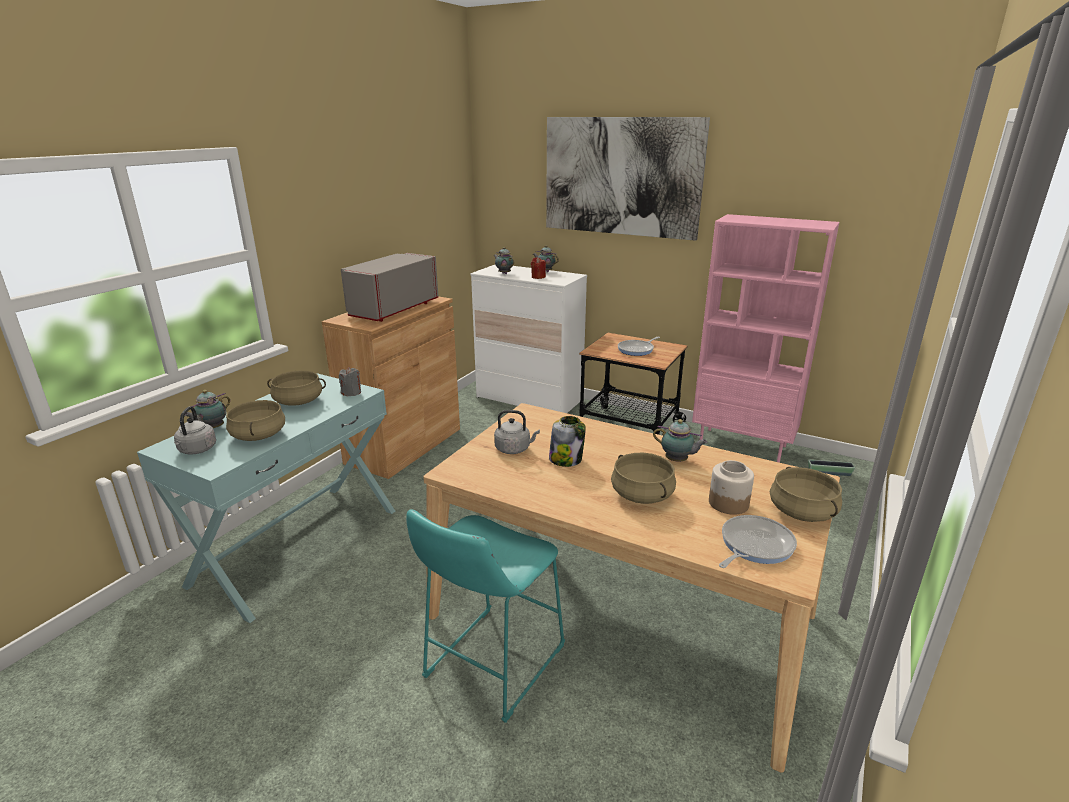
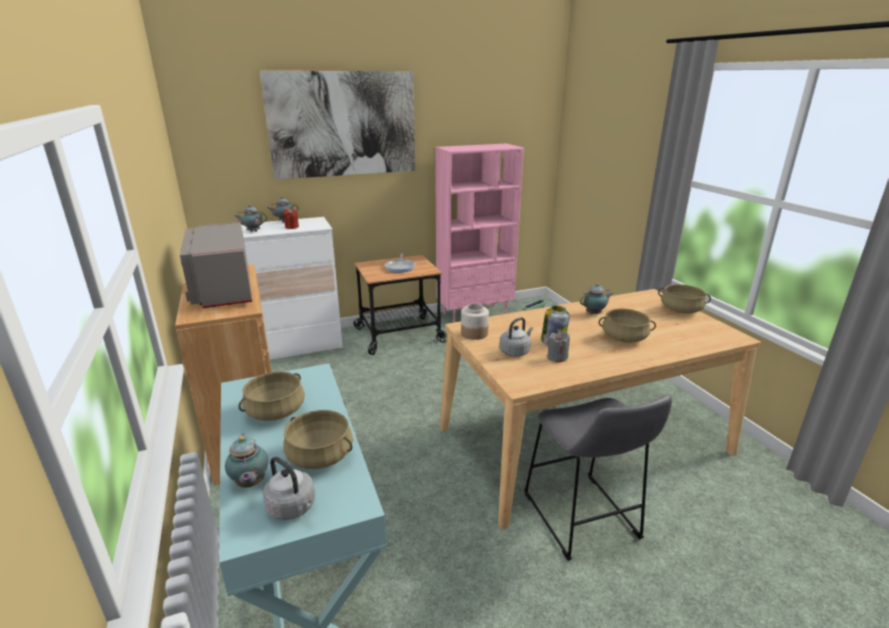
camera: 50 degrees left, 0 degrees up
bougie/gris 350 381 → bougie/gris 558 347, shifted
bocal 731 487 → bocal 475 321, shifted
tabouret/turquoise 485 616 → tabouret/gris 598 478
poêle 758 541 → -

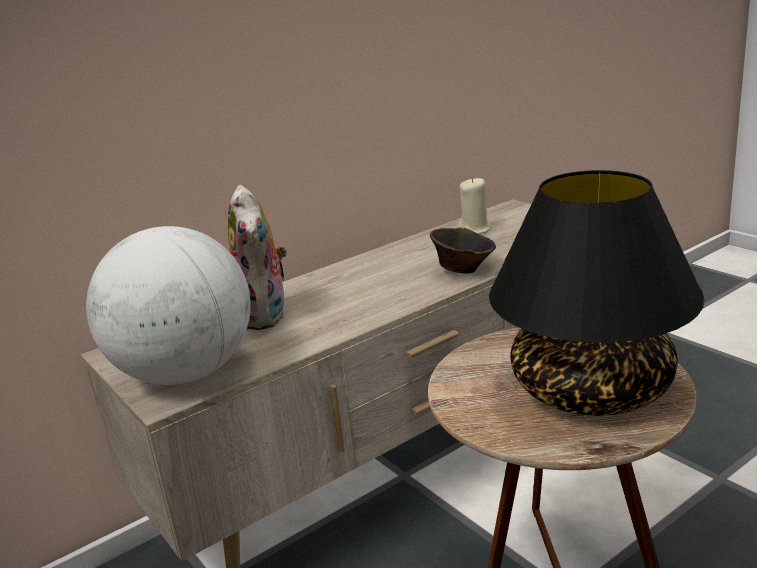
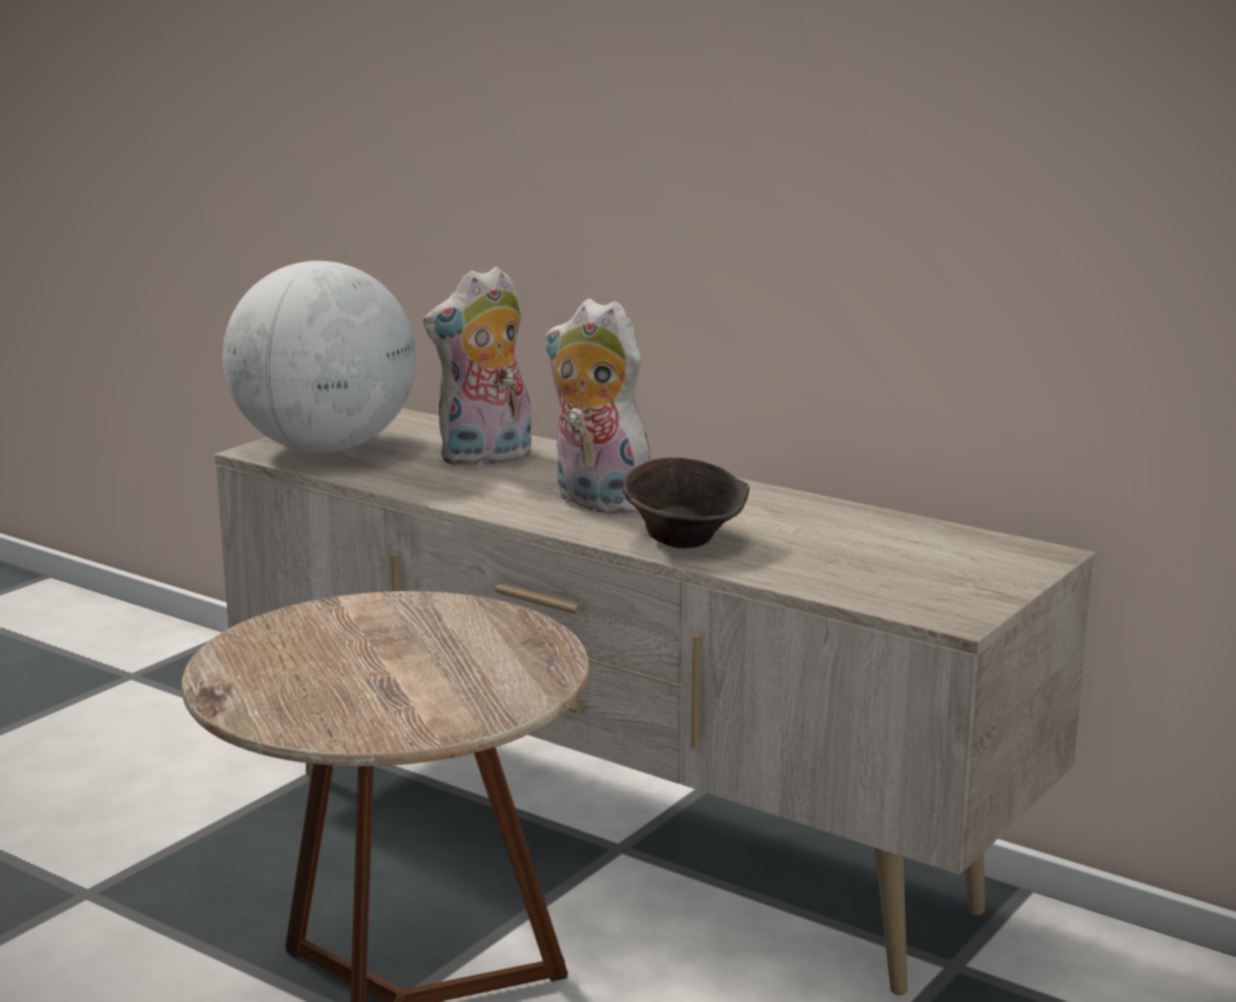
camera: 70 degrees right, 5 degrees down
lampe de table/noir 597 293 → -
bougie/beige 475 205 → -
- → peluche 597 406

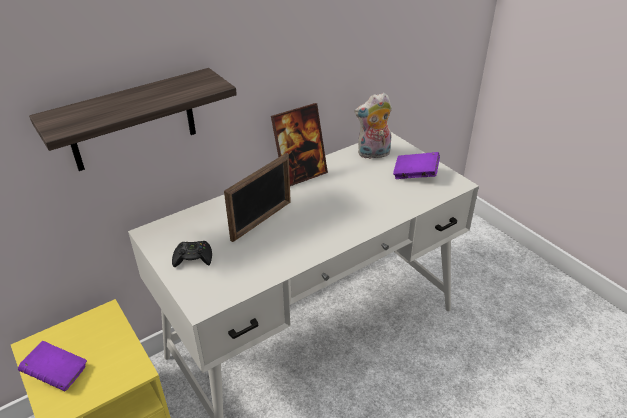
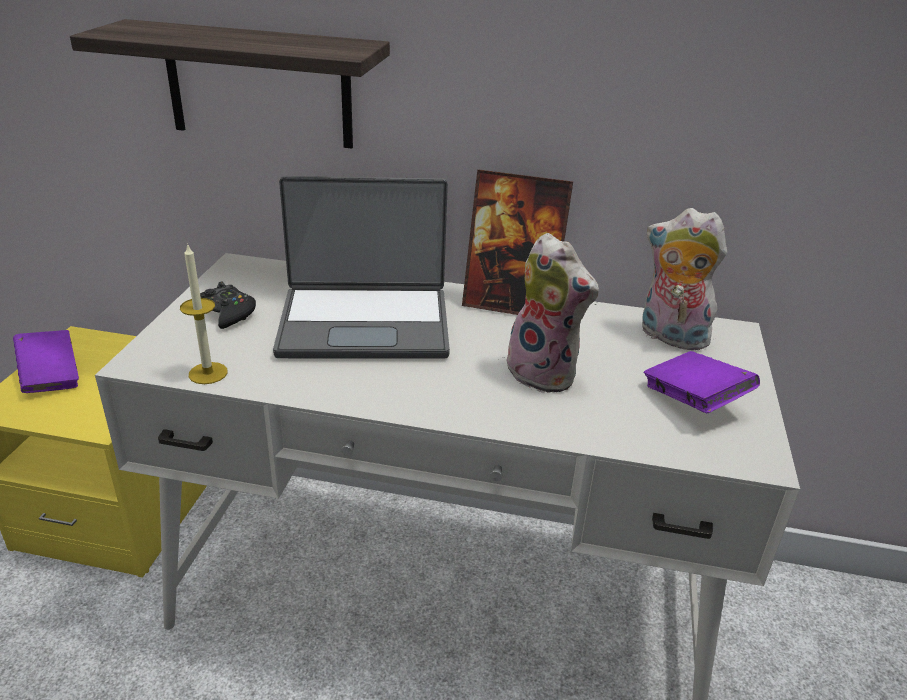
camera: 45 degrees right, 5 degrees down
cadre photo 257 197 → ordinateur portable 361 267
- → peluche 551 313
- → bougie 204 313

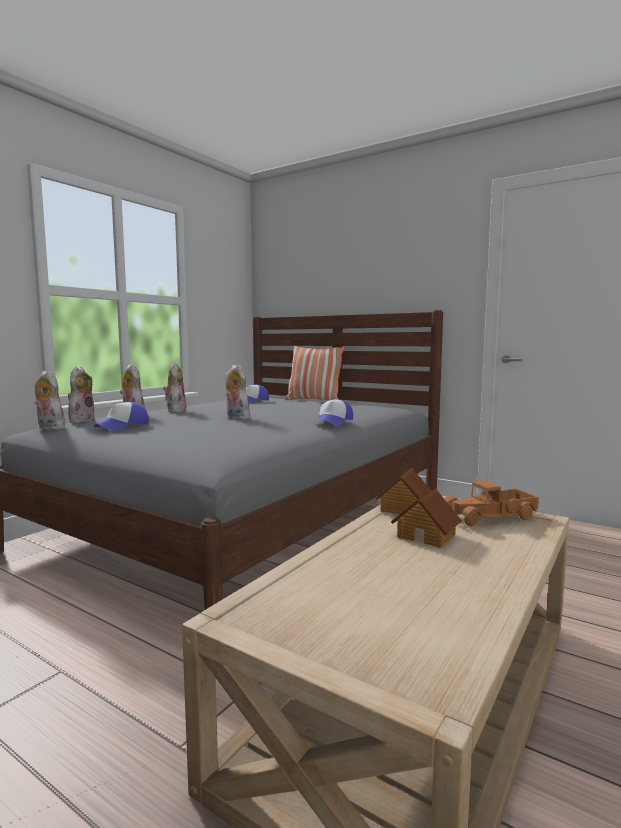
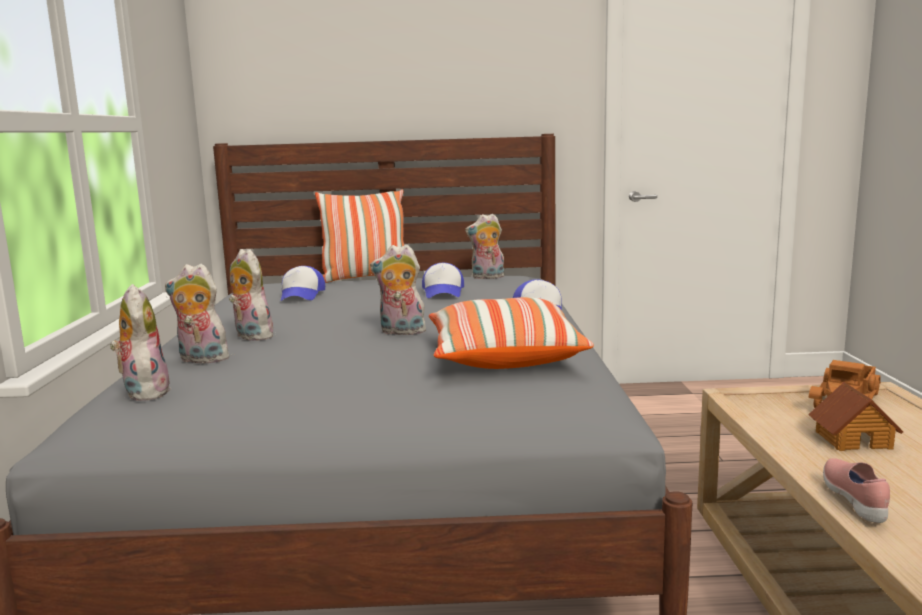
camera: 35 degrees left, 5 degrees up
peluche 50 400 → peluche 485 246, shifted
casquette 121 416 → casquette 443 280, shifted
maison miniature 404 491 → -
- → coussin 511 333
- → chaussure/rose 856 490

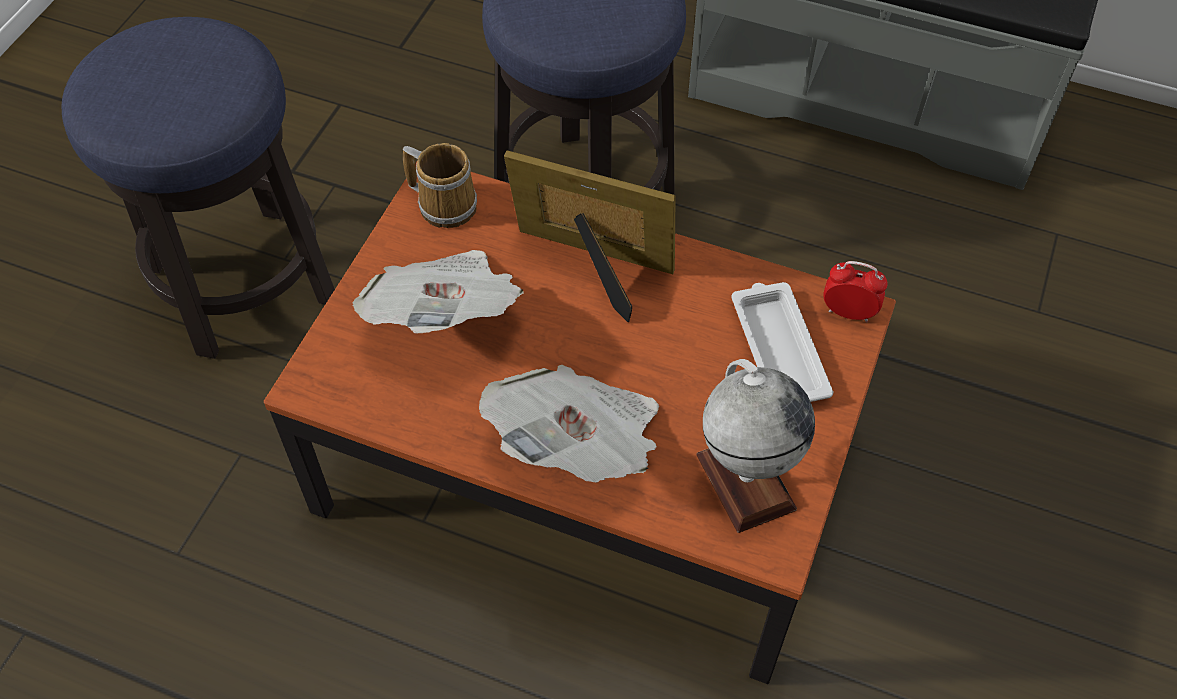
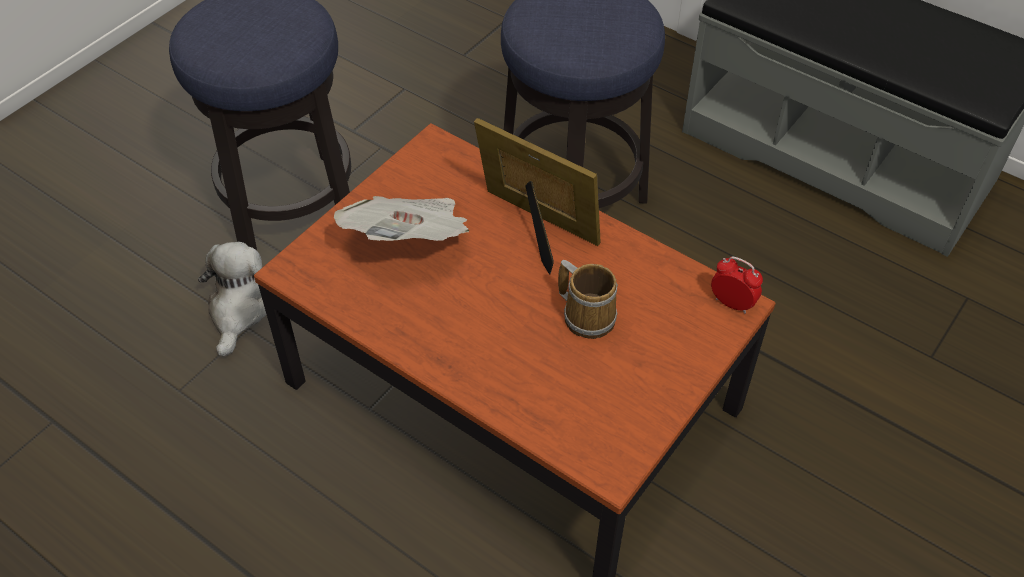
camera: 15 degrees right, 5 degrees down
mug 440 185 → mug 588 299, shifted
plateau/blanc 782 342 → -
globe 755 446 → -
journal 569 423 → -
- → peluche 232 299

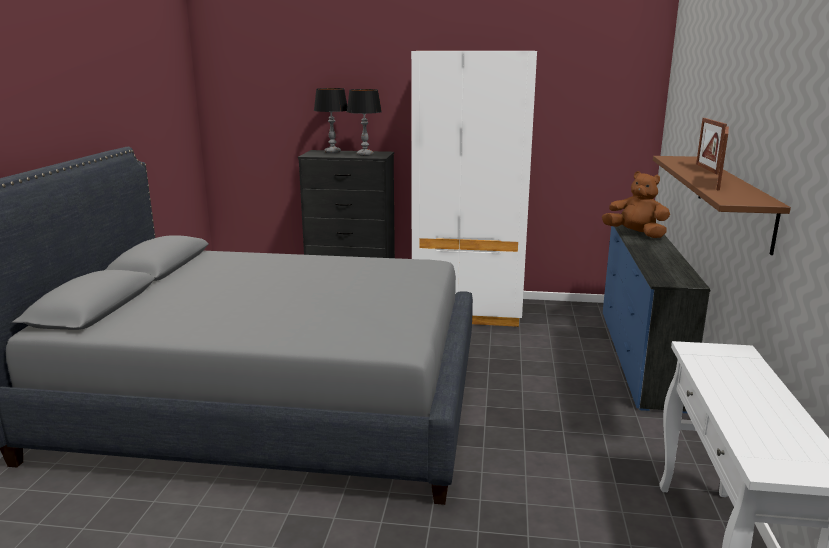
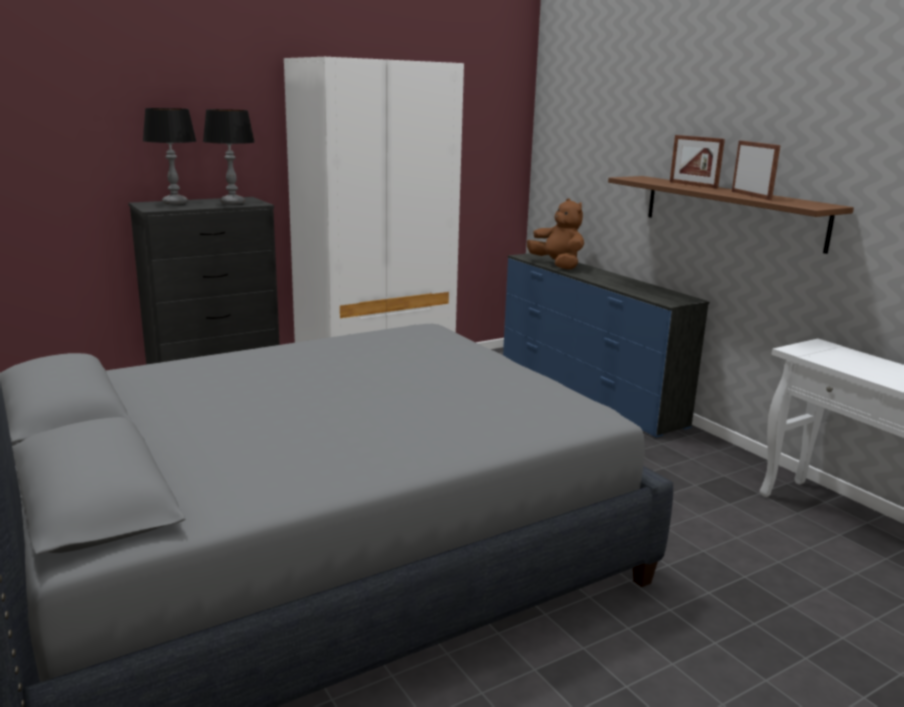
camera: 40 degrees left, 0 degrees up
peluche/marron 636 204 → peluche/marron 555 234, 60 degrees clockwise

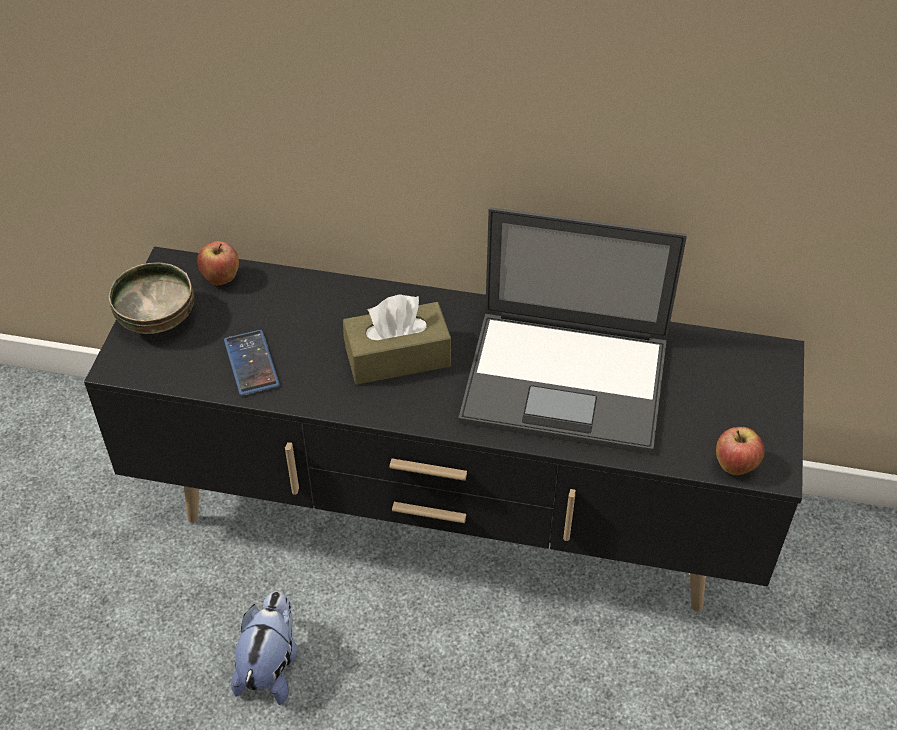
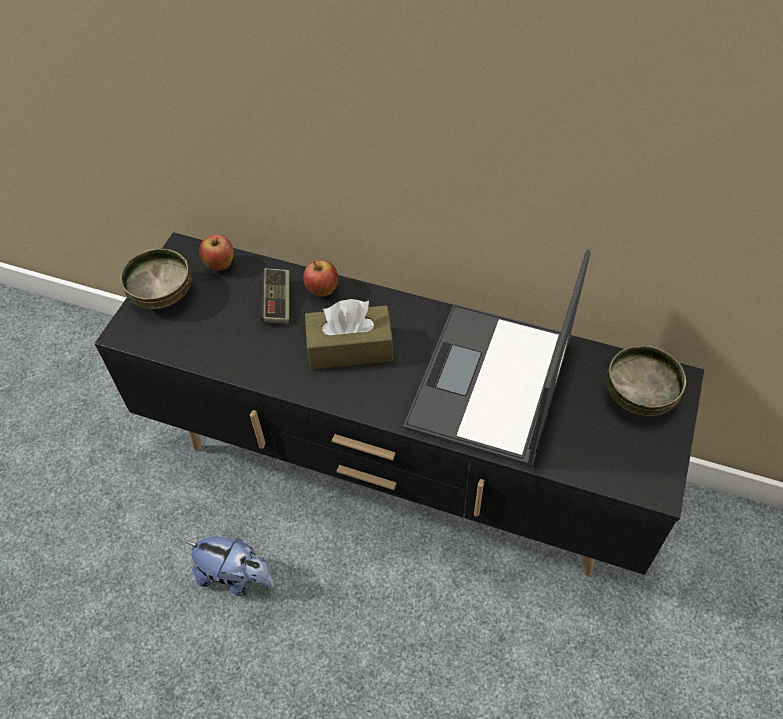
camera: 10 degrees right, 5 degrees up
ordinateur portable 572 330 → ordinateur portable 496 358, 90 degrees clockwise
téléphone 252 363 → -
pomme 740 451 → pomme 320 278, shifted
peluche 264 648 → peluche 230 566, 90 degrees clockwise
- → manette 275 296
- → bol 646 380

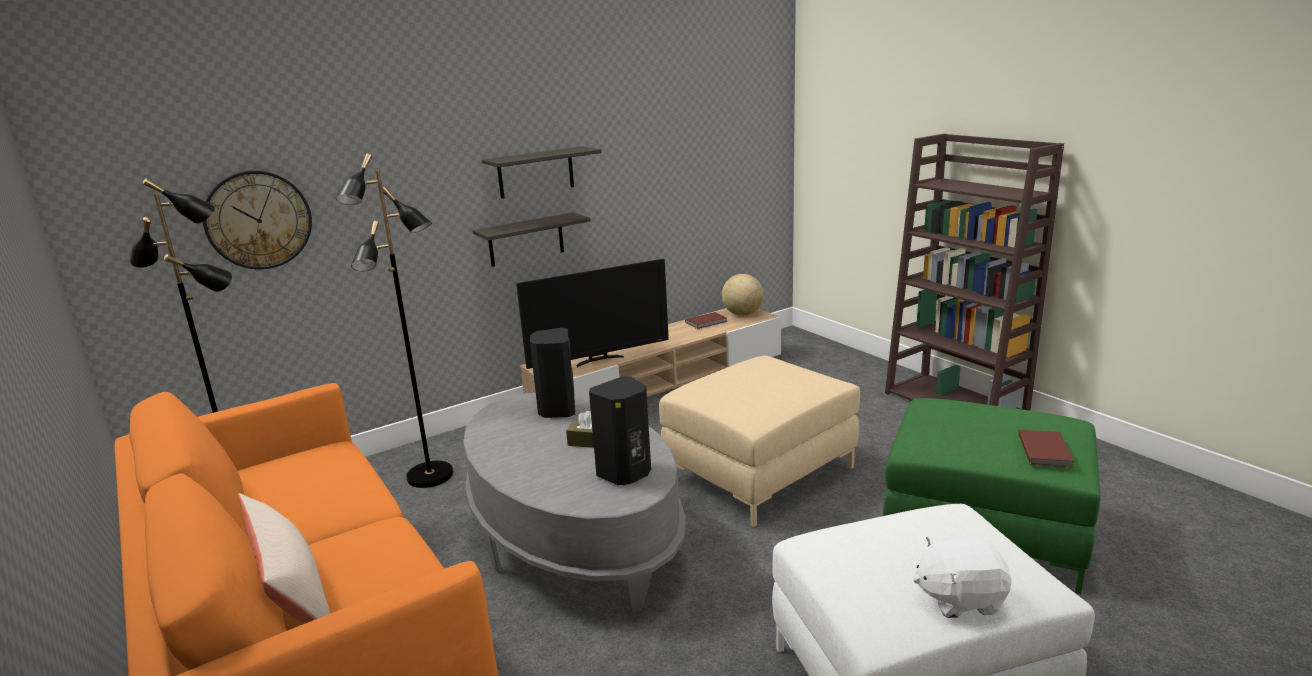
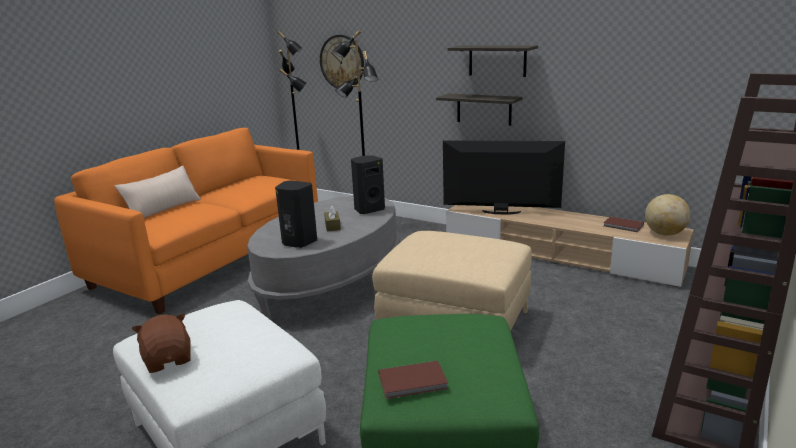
camera: 65 degrees right, 0 degrees up
téléviseur 592 314 → téléviseur 504 177, 150 degrees clockwise
peluche/blanc 962 577 → peluche/marron 161 343

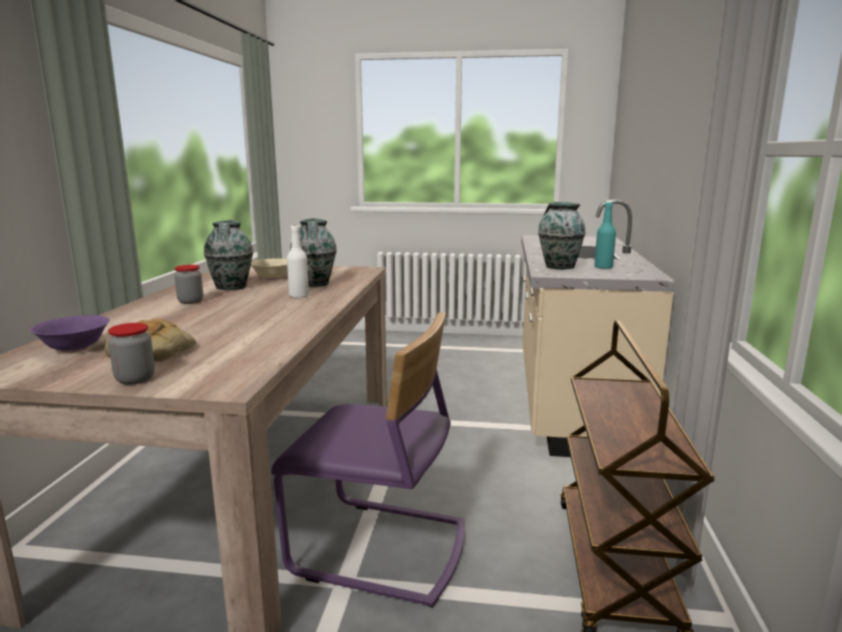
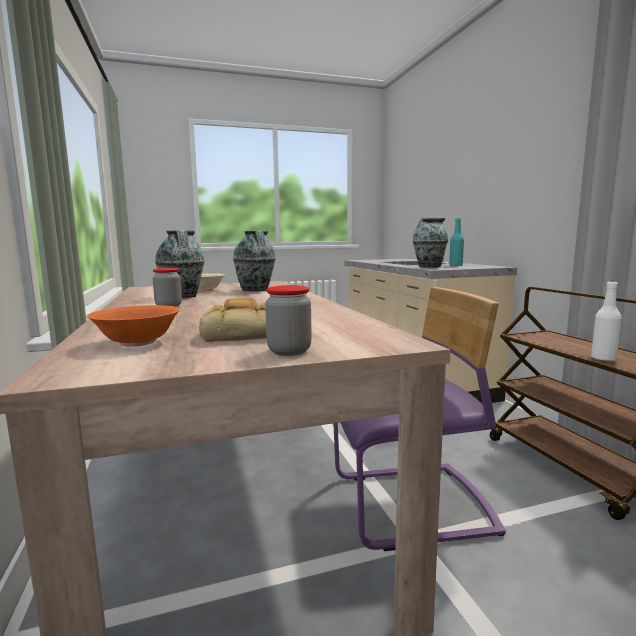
camera: 25 degrees left, 5 degrees down
bouteille/blanc 298 261 → bouteille/blanc 606 321, shifted
bol/violet 70 334 → bol/orange 133 326

